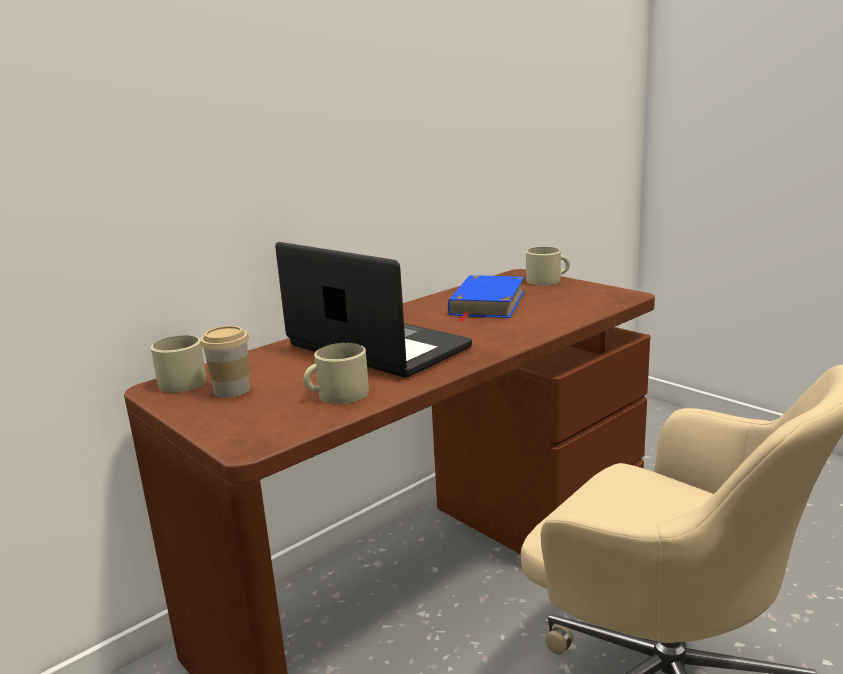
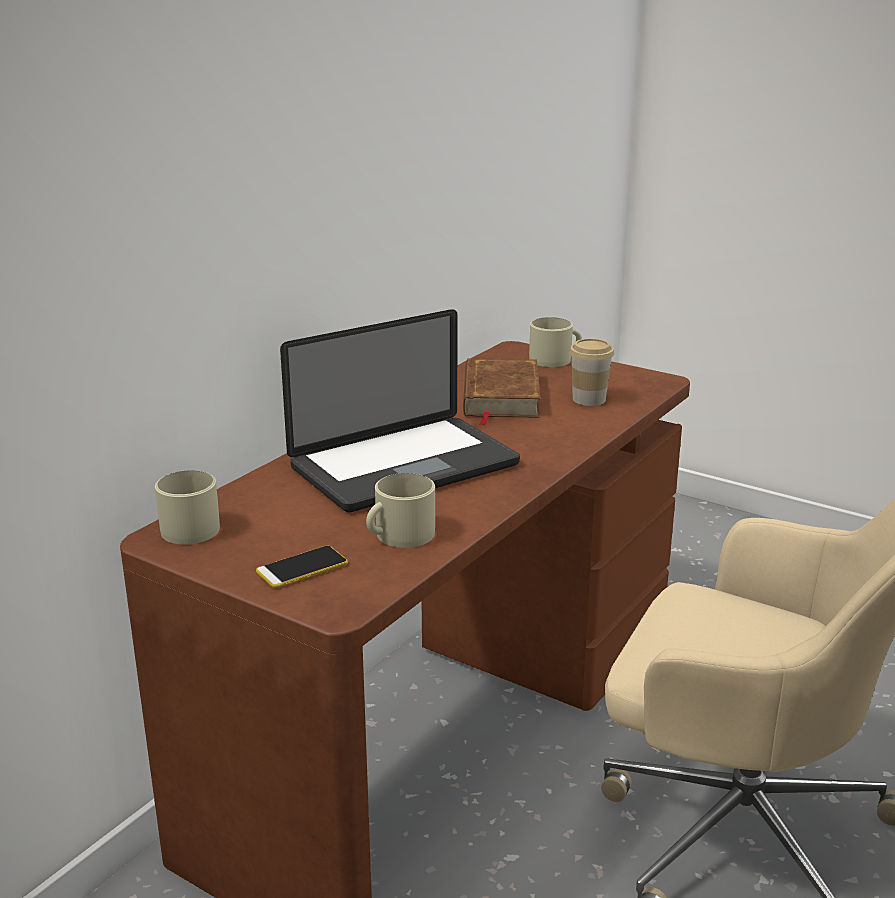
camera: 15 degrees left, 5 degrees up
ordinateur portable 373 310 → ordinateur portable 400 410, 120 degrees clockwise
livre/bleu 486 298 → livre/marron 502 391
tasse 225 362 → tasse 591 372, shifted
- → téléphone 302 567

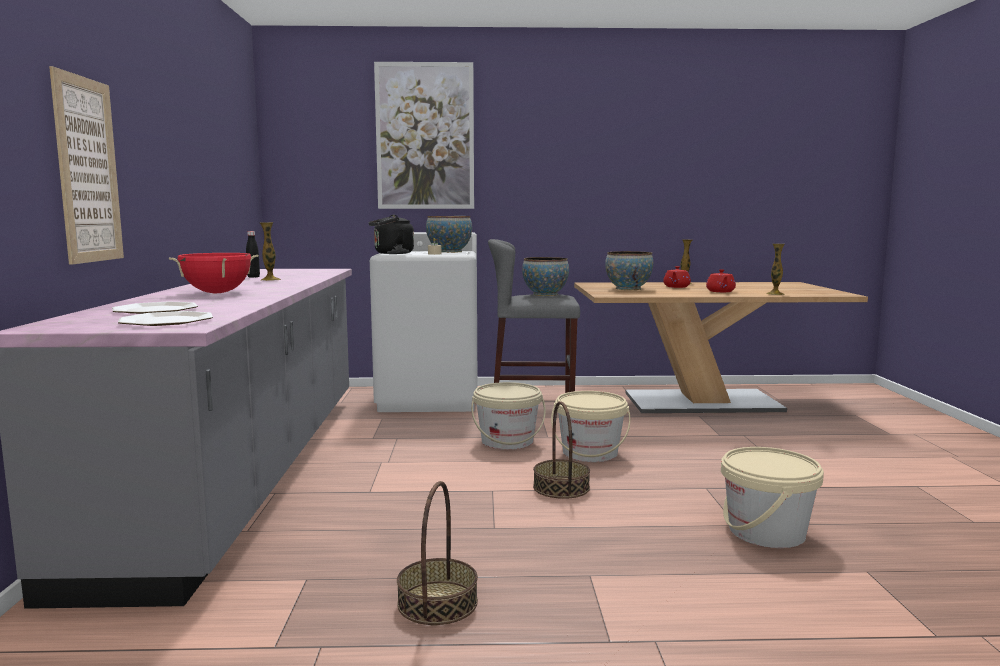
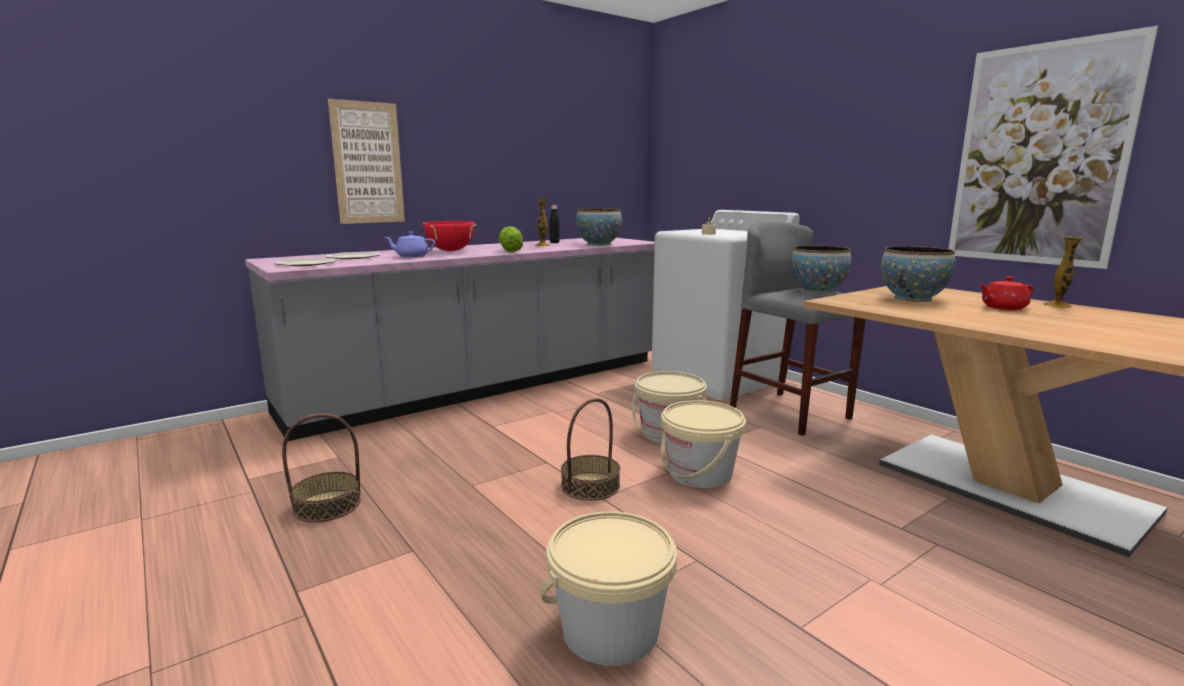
camera: 55 degrees right, 5 degrees up
tableau 424 135 → tableau 1053 147, shifted
bouilloire/noir 391 234 → -
bol 449 234 → bol 599 227, shifted
vase 775 269 → -
théière/rouge 721 280 → -
- → laitue 511 239
- → théière/violet 410 244

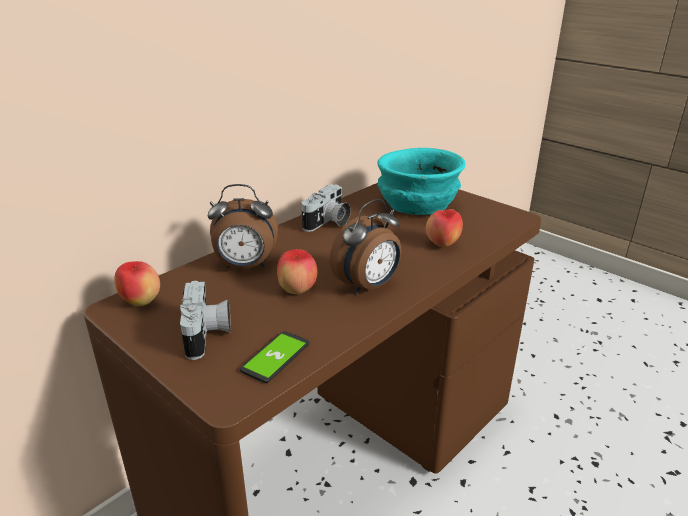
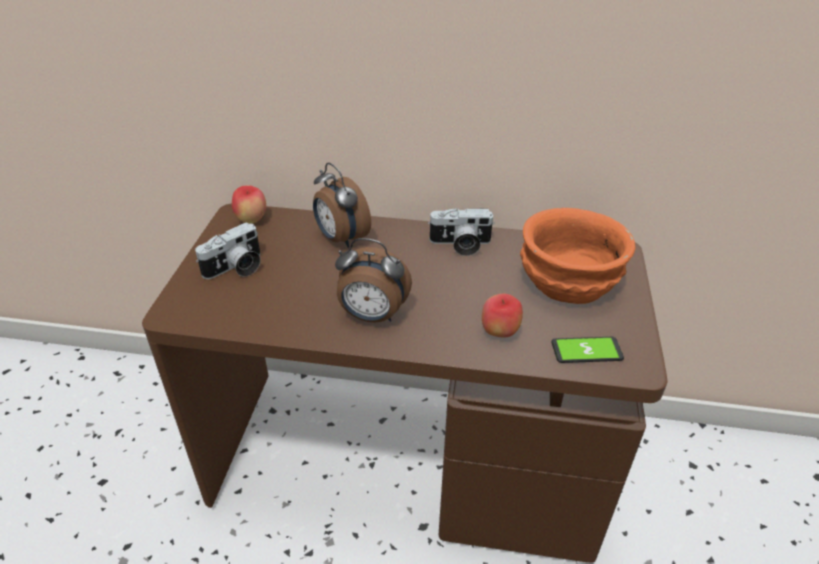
camera: 55 degrees right, 10 degrees up
bol/turquoise 421 181 → bol/orange 577 256
pomme 297 271 → -
téléphone 274 357 → téléphone 588 350, shifted

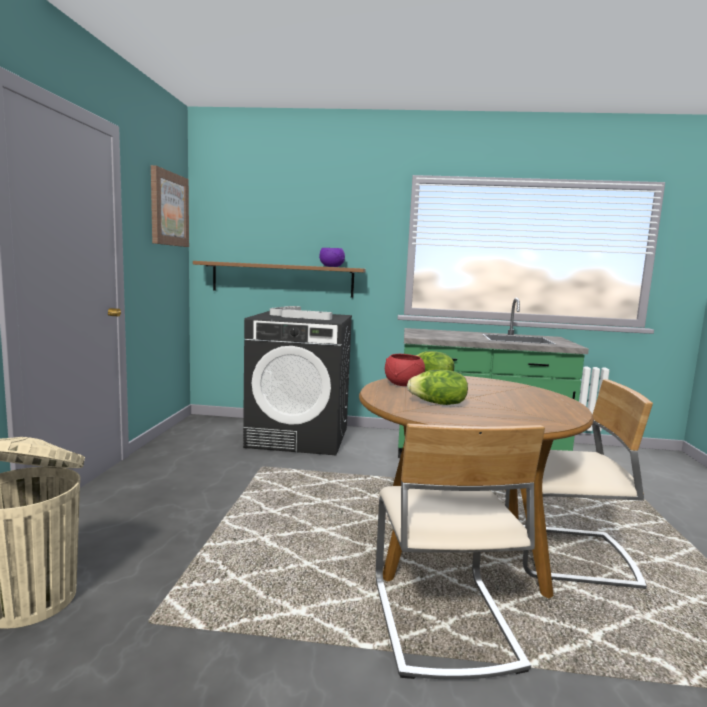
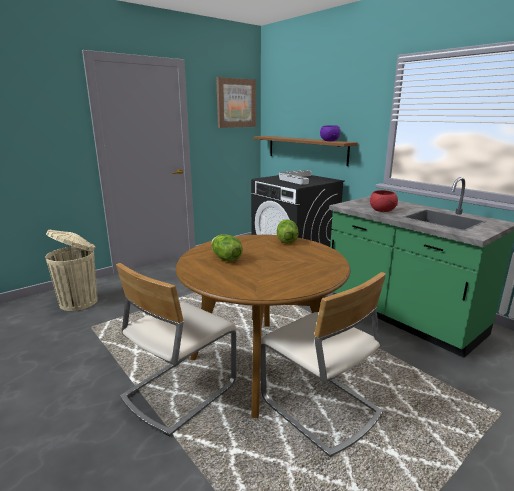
camera: 45 degrees right, 10 degrees up
bol/rouge 405 370 → bol/rouge 384 201, shifted

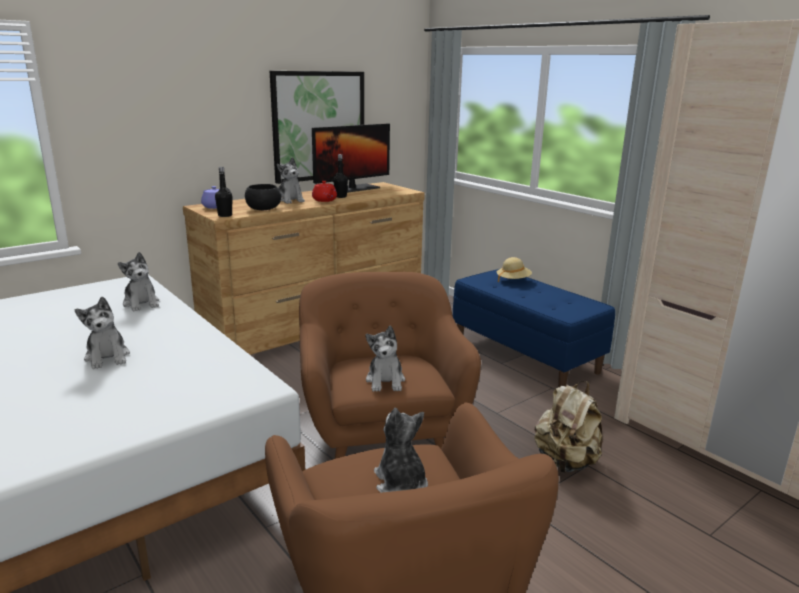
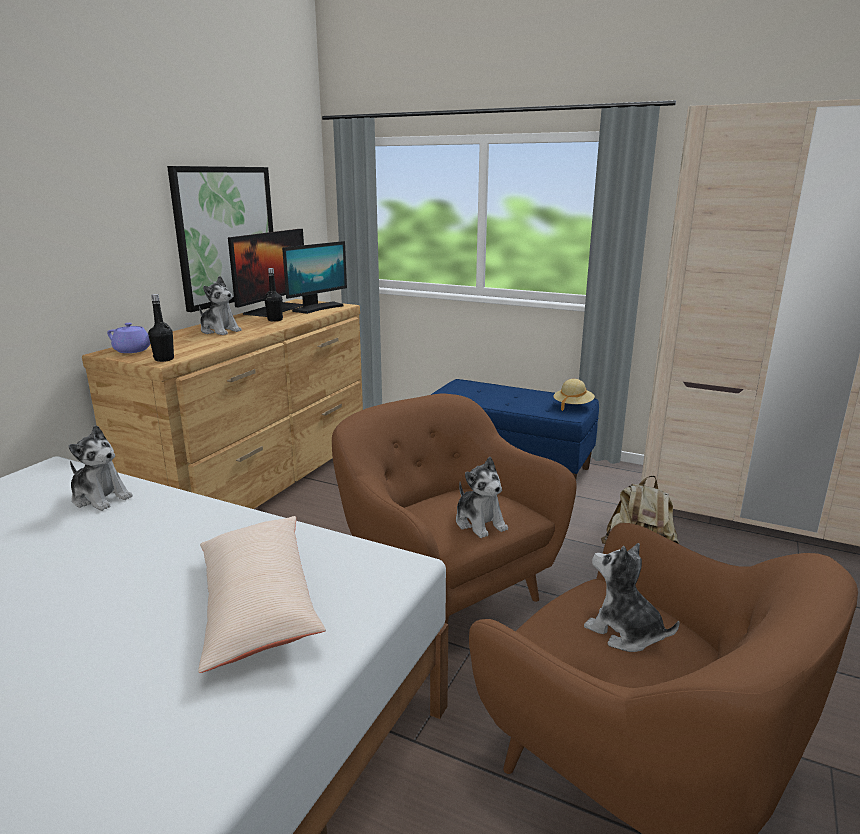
camera: 25 degrees left, 0 degrees up
théière/rouge 324 191 → -
bol/noir 263 197 → -
chapeau/beige 514 270 → chapeau/beige 574 395, shifted
peluche 102 332 → -
- → écran d'ordinateur 314 277
- → coussin/beige 262 594

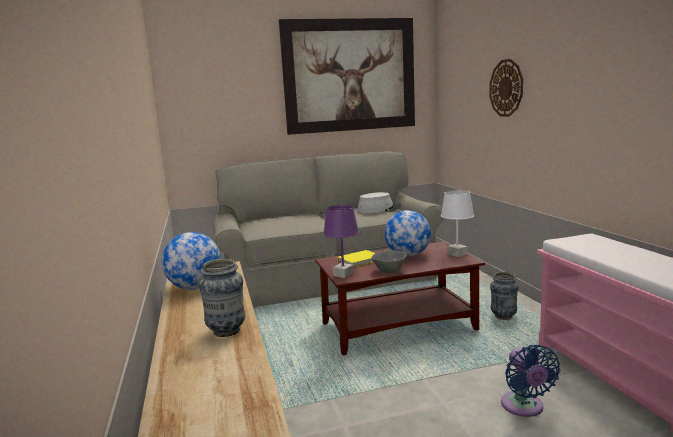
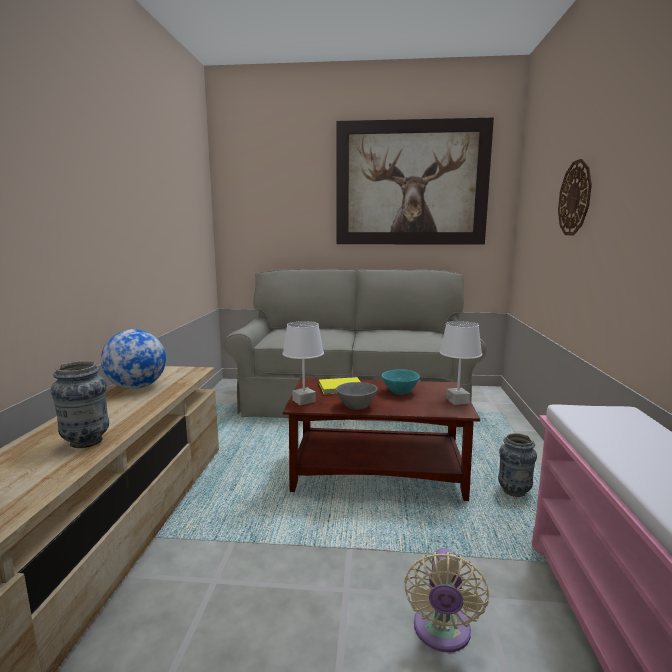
camera: 20 degrees right, 0 degrees up
chapeau/gris 379 202 → -
lampe de table/violet 341 241 → lampe de table/blanc 303 363
globe 407 233 → bol/turquoise 401 382
ventilateur/bleu 530 381 → ventilateur/beige 446 600

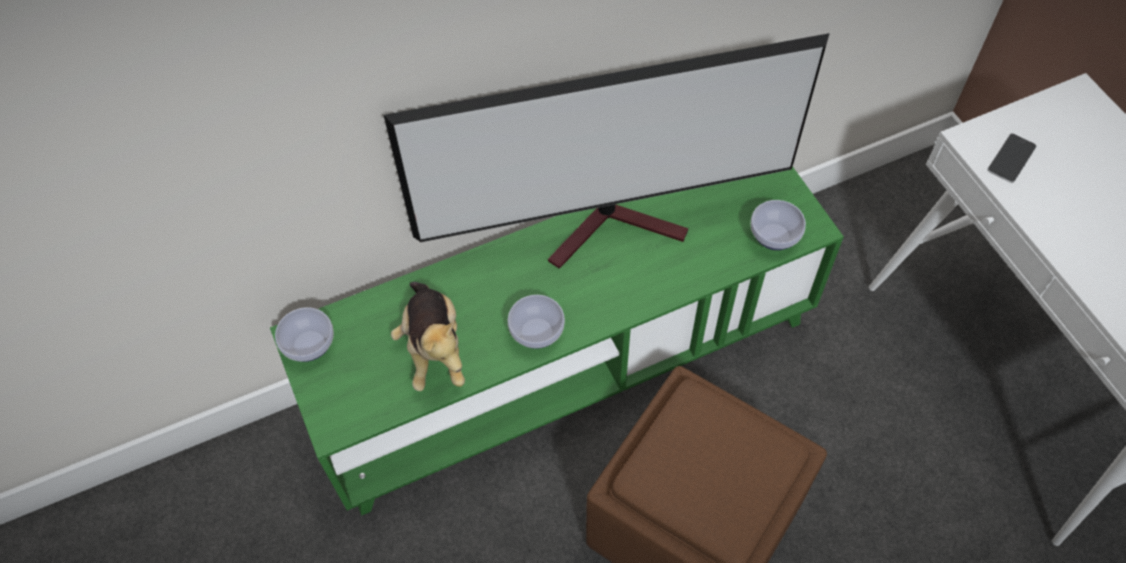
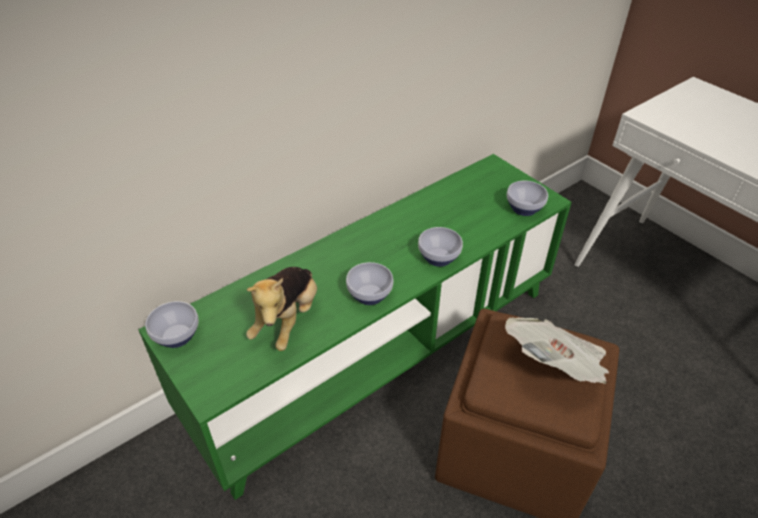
camera: 15 degrees left, 15 degrees down
téléviseur 607 151 → -
téléphone 1012 158 → -
peluche 428 336 → peluche 281 309, 45 degrees clockwise
- → bol 440 247
- → journal 557 351

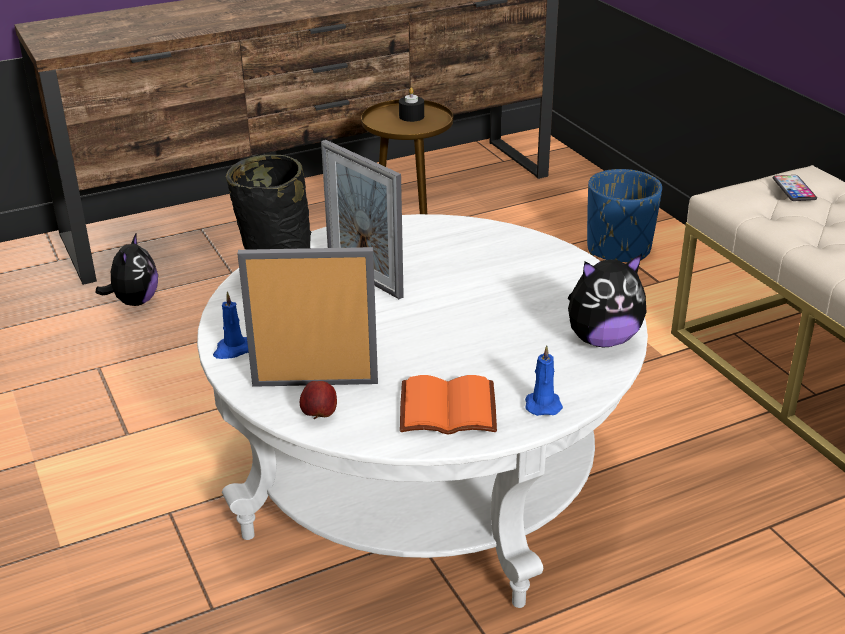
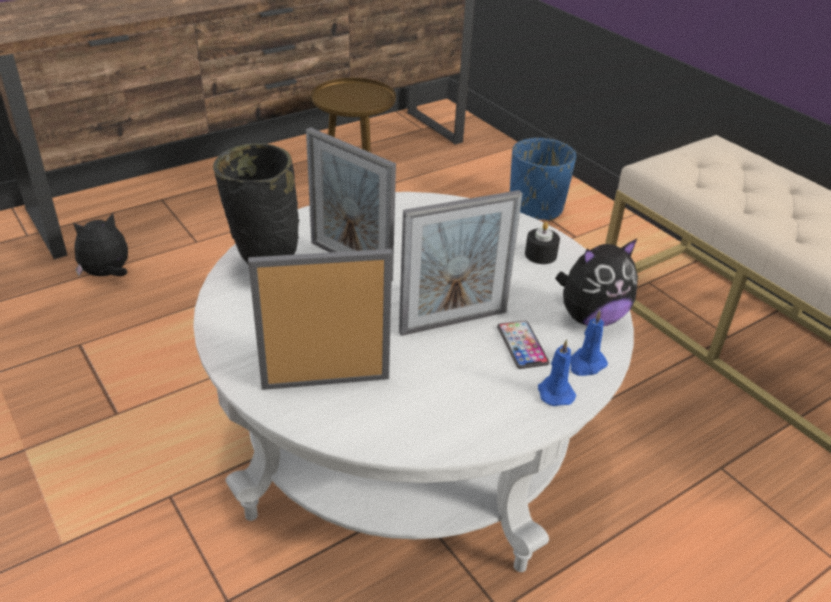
camera: 10 degrees left, 5 degrees up
bougie/noir 411 104 → bougie/noir 542 243, shifted
téléphone 795 188 → téléphone 523 345, shifted
peluche 127 269 → peluche 100 244, 120 degrees counterclockwise
bougie/bleu 231 325 → bougie/bleu 589 343, shifted
livre/orange 448 405 → -
pomme 318 400 → -
- → cadre photo 461 263

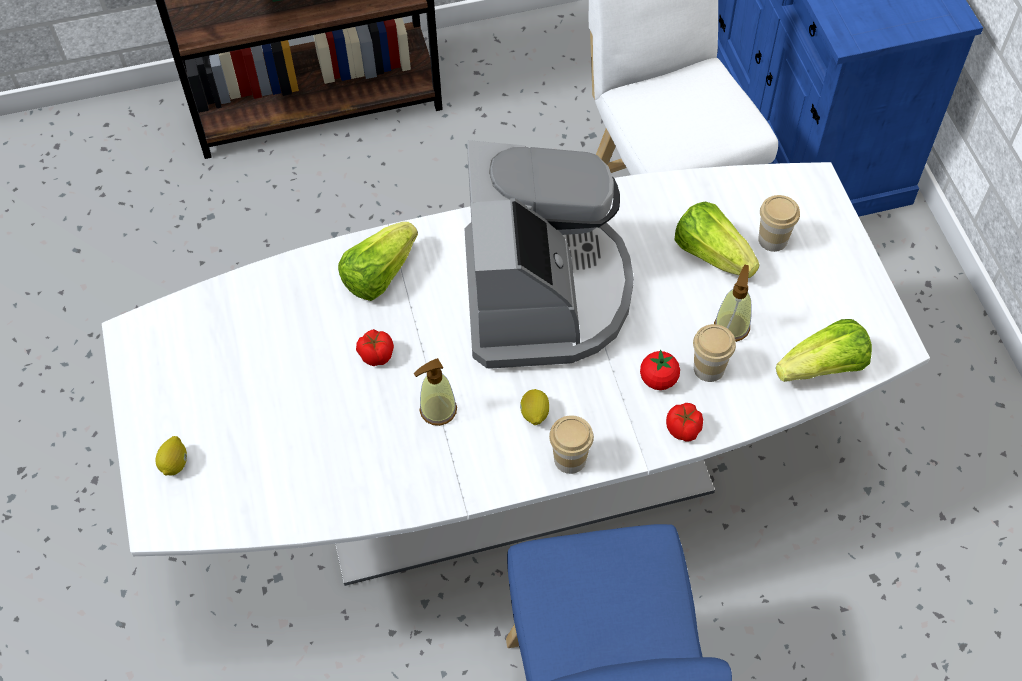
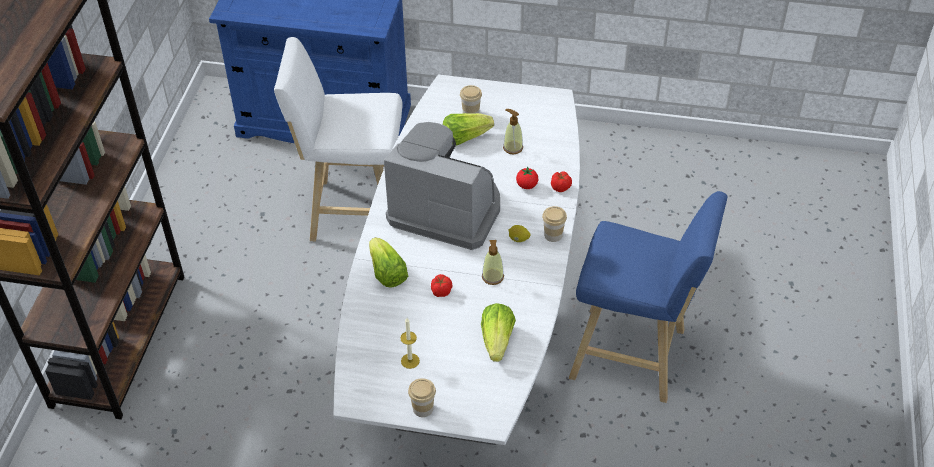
camera: 65 degrees left, 10 degrees down
laitue 824 350 → laitue 498 332, shifted
tasse 714 353 → tasse 422 397, shifted
citron 171 456 → -
- → bougie 410 343

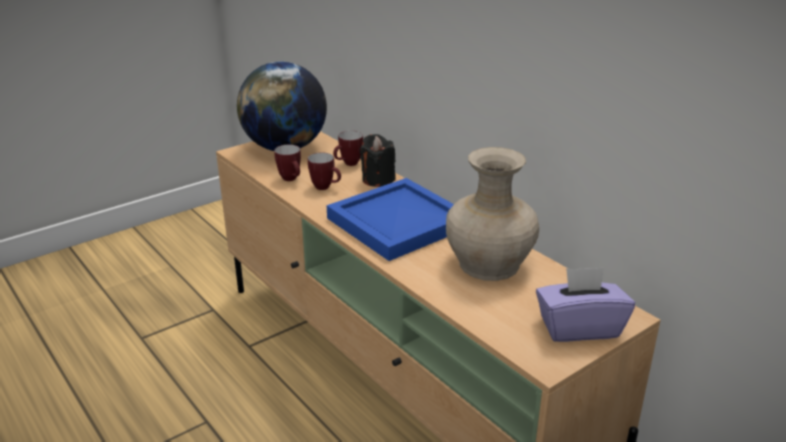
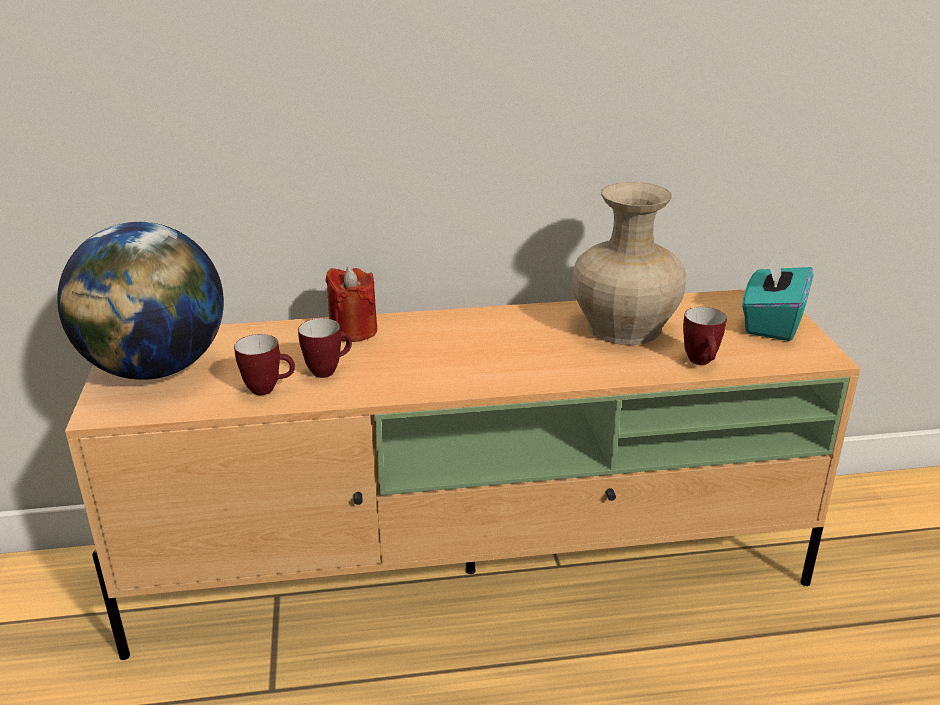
camera: 60 degrees left, 0 degrees up
mug 348 148 → mug 705 336, shifted
bougie/noir 378 160 → bougie/rouge 351 304
plateau/bleu 390 219 → -
boîte à mouchoirs/violet 585 304 → boîte à mouchoirs/turquoise 777 296

